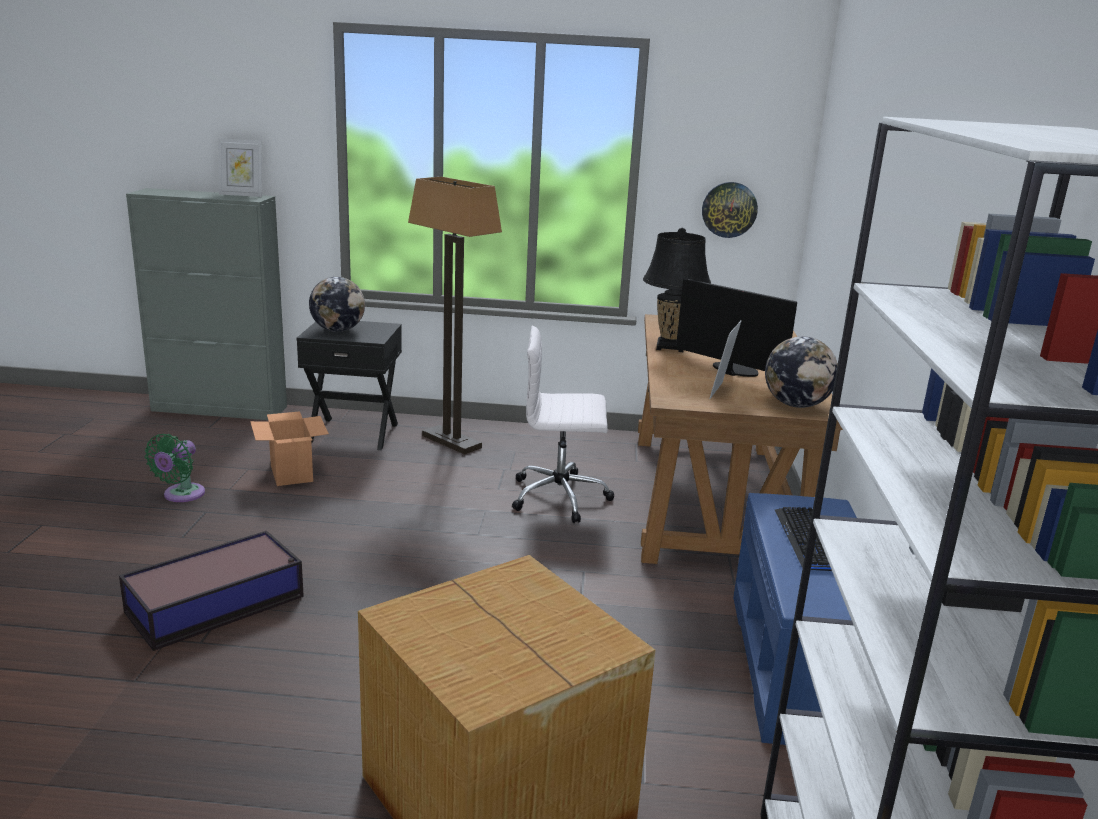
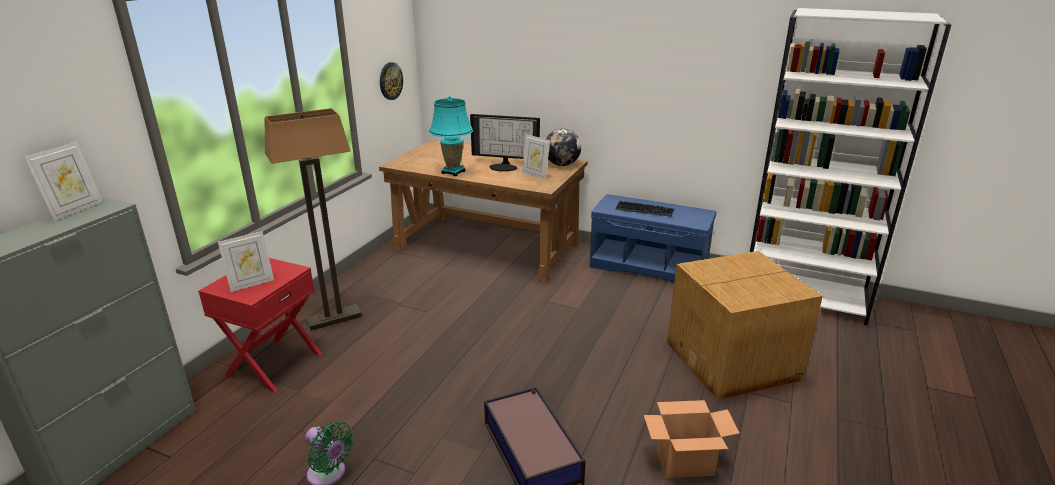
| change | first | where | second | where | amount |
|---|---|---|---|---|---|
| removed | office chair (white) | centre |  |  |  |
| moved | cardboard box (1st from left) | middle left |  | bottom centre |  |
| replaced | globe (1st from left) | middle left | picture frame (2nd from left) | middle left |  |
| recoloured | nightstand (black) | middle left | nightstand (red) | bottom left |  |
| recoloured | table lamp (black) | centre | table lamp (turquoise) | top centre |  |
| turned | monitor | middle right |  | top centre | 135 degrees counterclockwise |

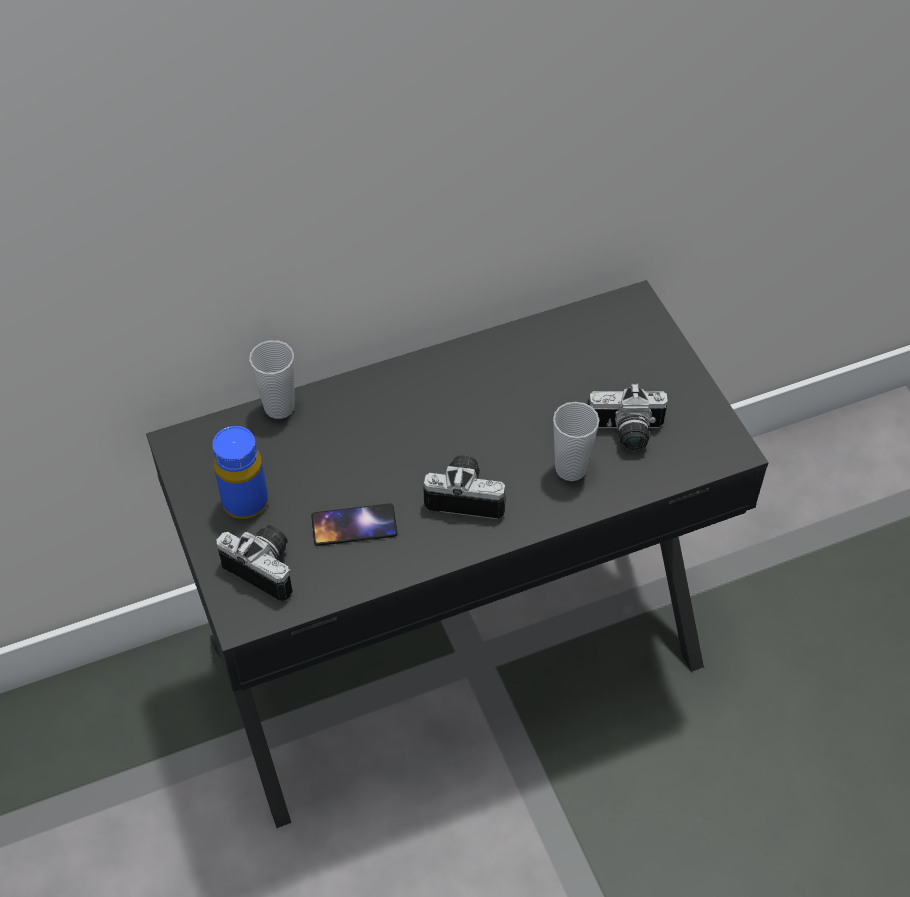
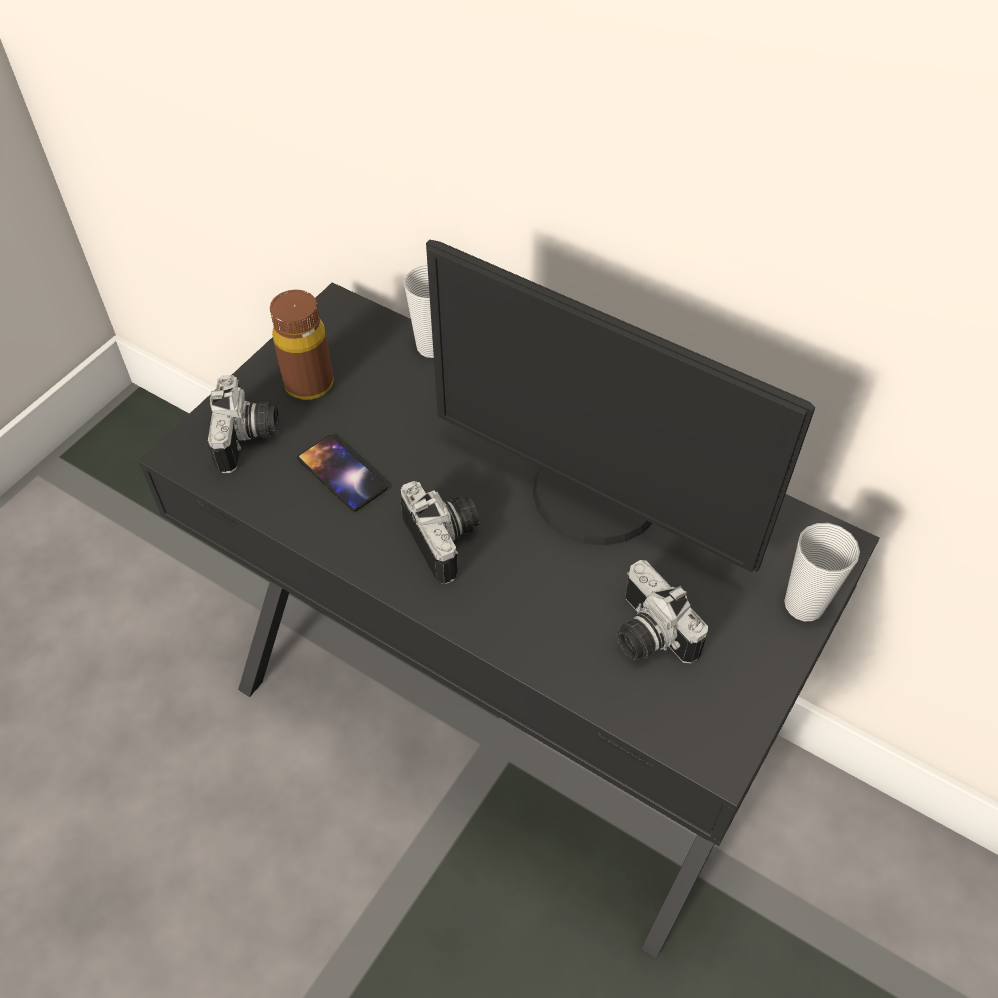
| change | first | where | second | where | amount |
|---|---|---|---|---|---|
| added |  |  | monitor | centre |  |
| moved | cup (2nd from left) | centre |  | middle right |  |
| recoloured | bottle (blue) | middle left | bottle (brown) | middle left |  |

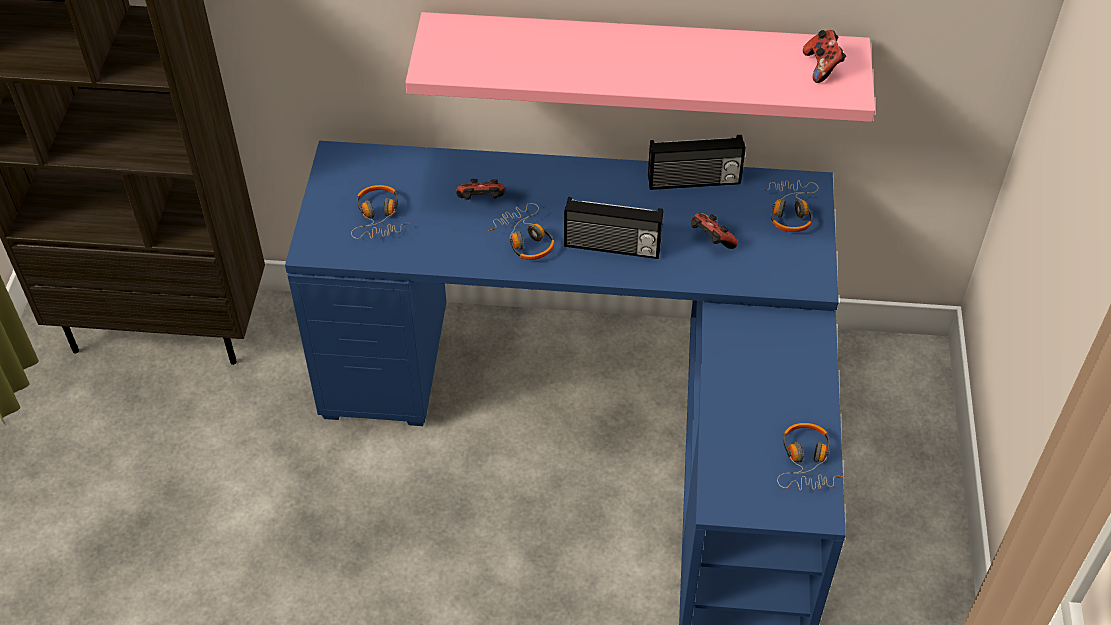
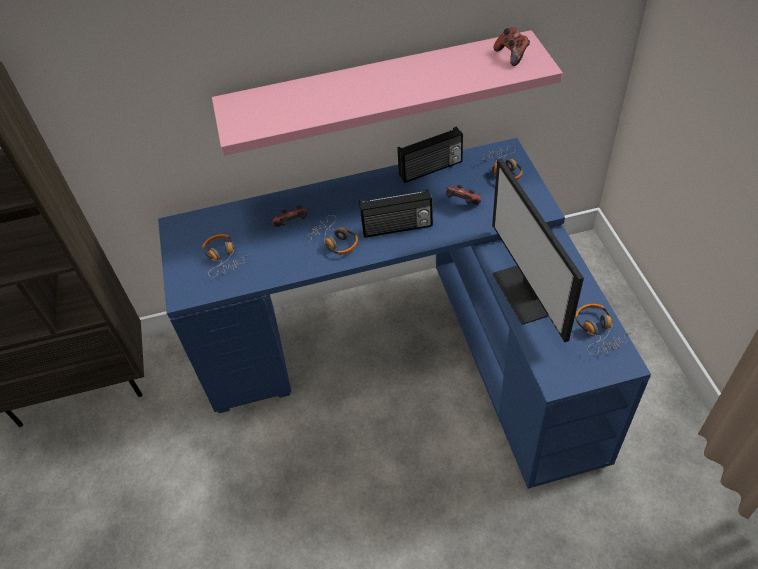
| change | first | where | second | where | amount |
|---|---|---|---|---|---|
| added |  |  | monitor | middle right |  |

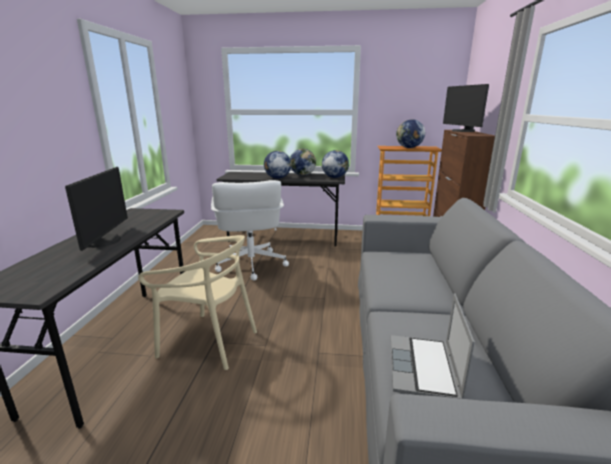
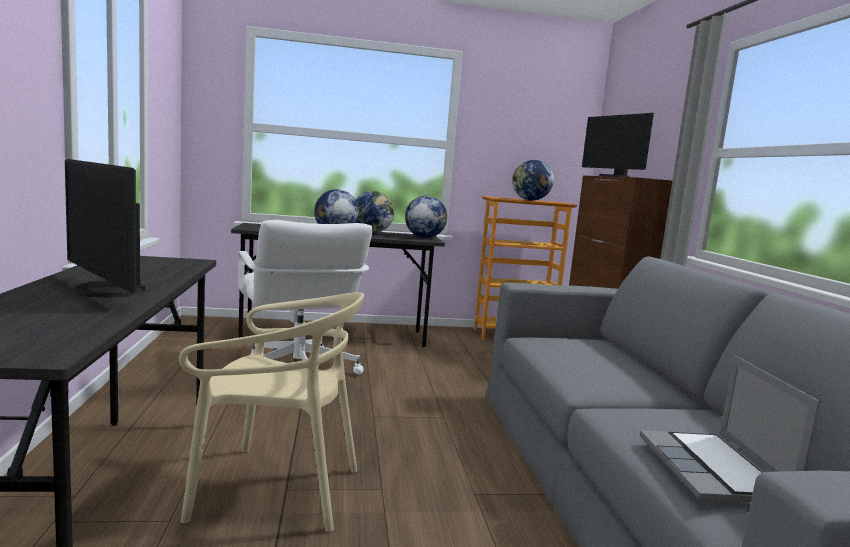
| change | first | where | second | where | amount |
|---|---|---|---|---|---|
| turned | monitor (1st from left) | middle left |  | middle left | 150 degrees clockwise |

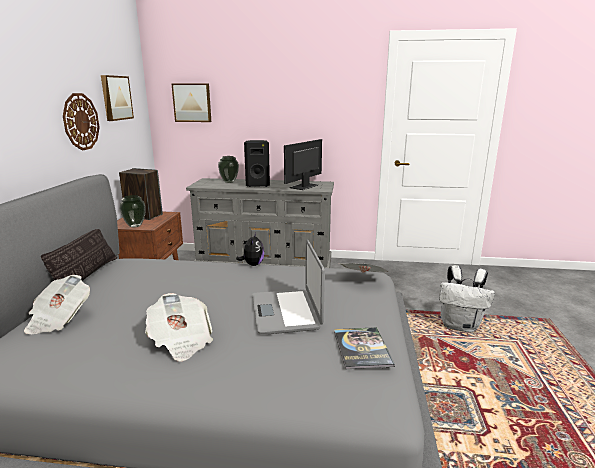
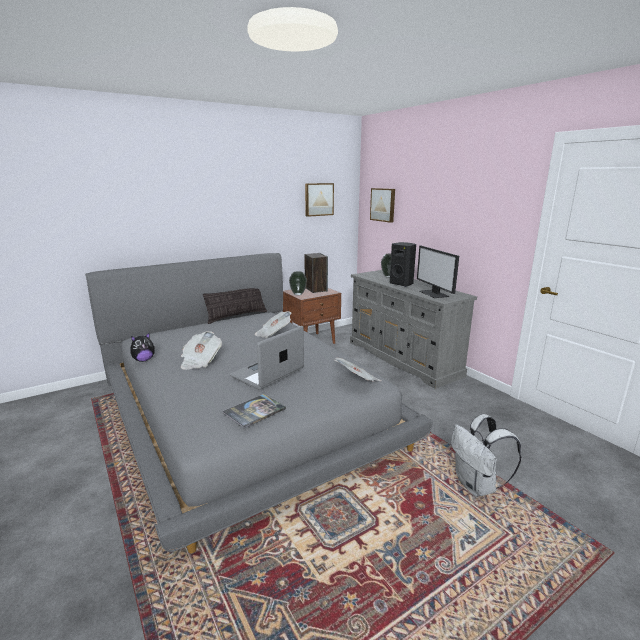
| change | first | where | second | where | amount |
|---|---|---|---|---|---|
| removed | wall clock | top left |  |  |  |
| moved | newspaper (1st from left in the first image) | middle left | newspaper (2nd from left) | centre |  |
| moved | plush toy | centre |  | middle left |  |
| turned | monitor | centre |  | middle right | 105 degrees counterclockwise |

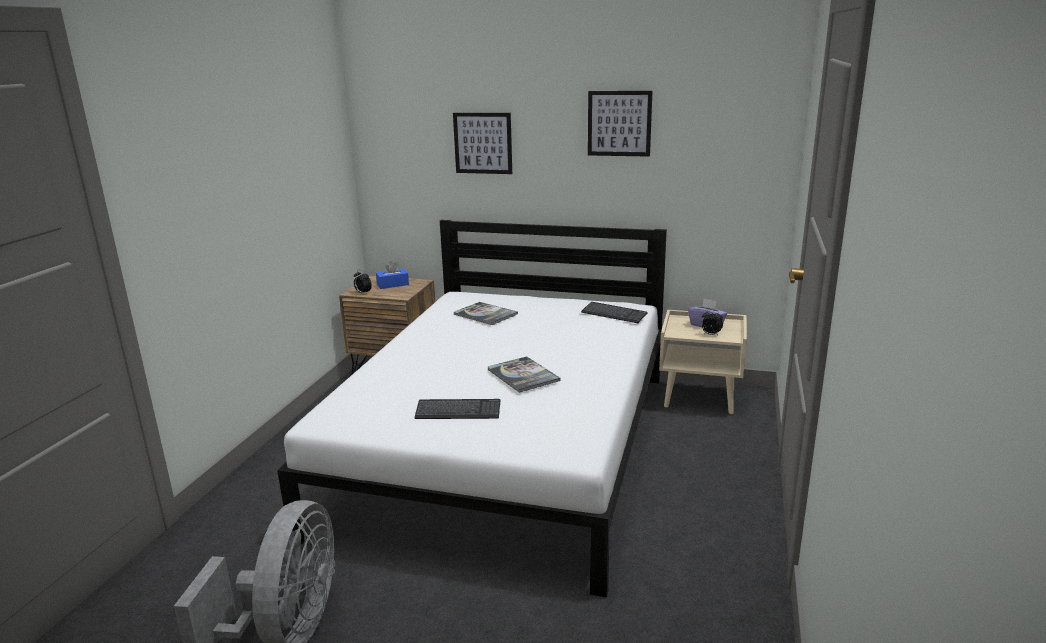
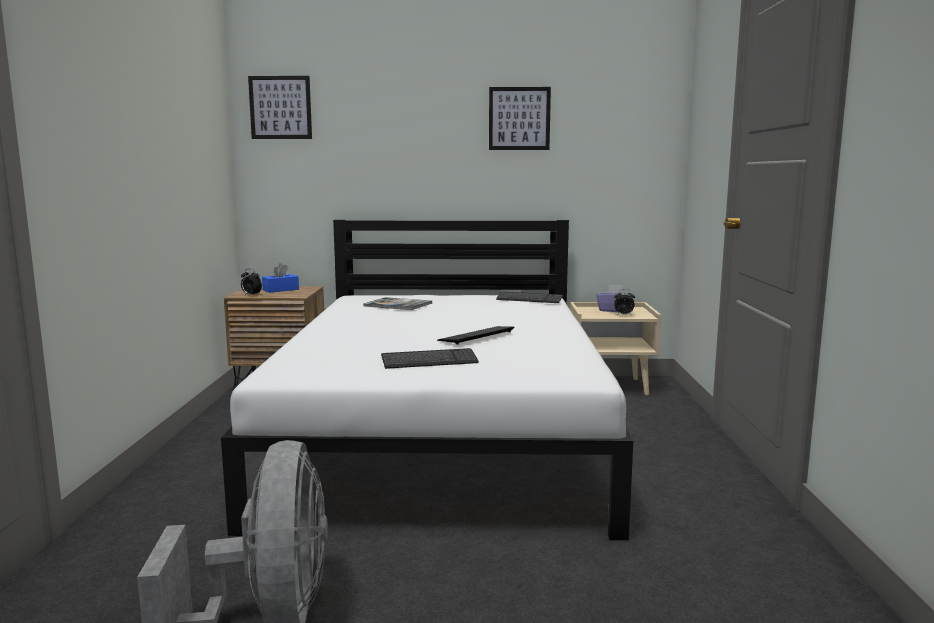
| change | first | where | second | where | amount |
|---|---|---|---|---|---|
| moved | picture (1st from left) | top centre |  | top left |  |
| replaced | book (2nd from left) | centre | keyboard (2nd from left) | centre |  |

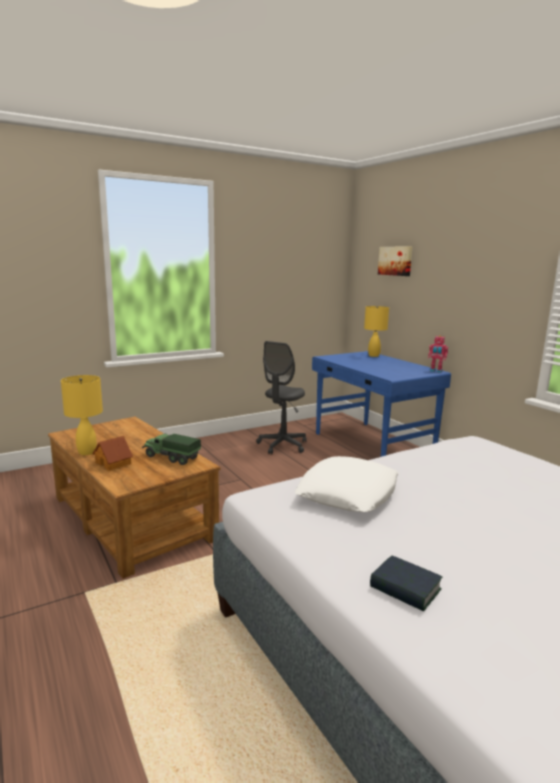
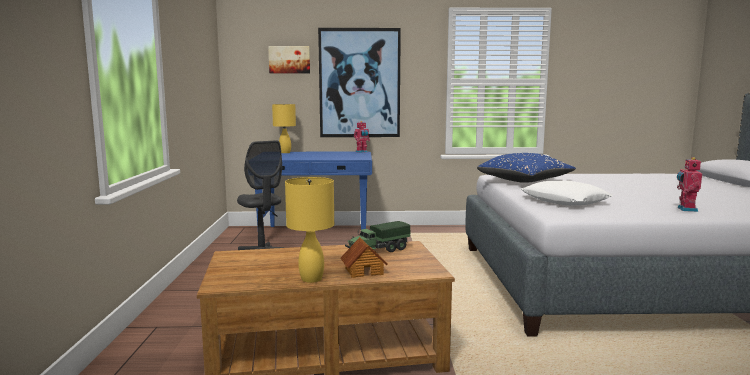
| change | first | where | second | where | amount |
|---|---|---|---|---|---|
| added |  |  | picture (2nd from left) | top centre |  |
| added |  |  | pillow (blue) | middle right |  |
| replaced | book | bottom right | toy robot (2nd from left) | middle right |  |

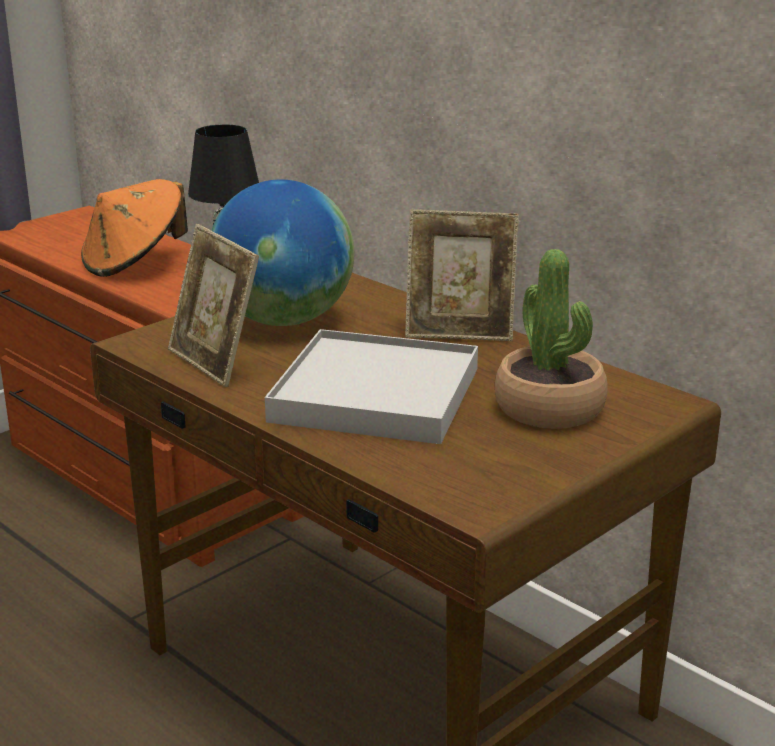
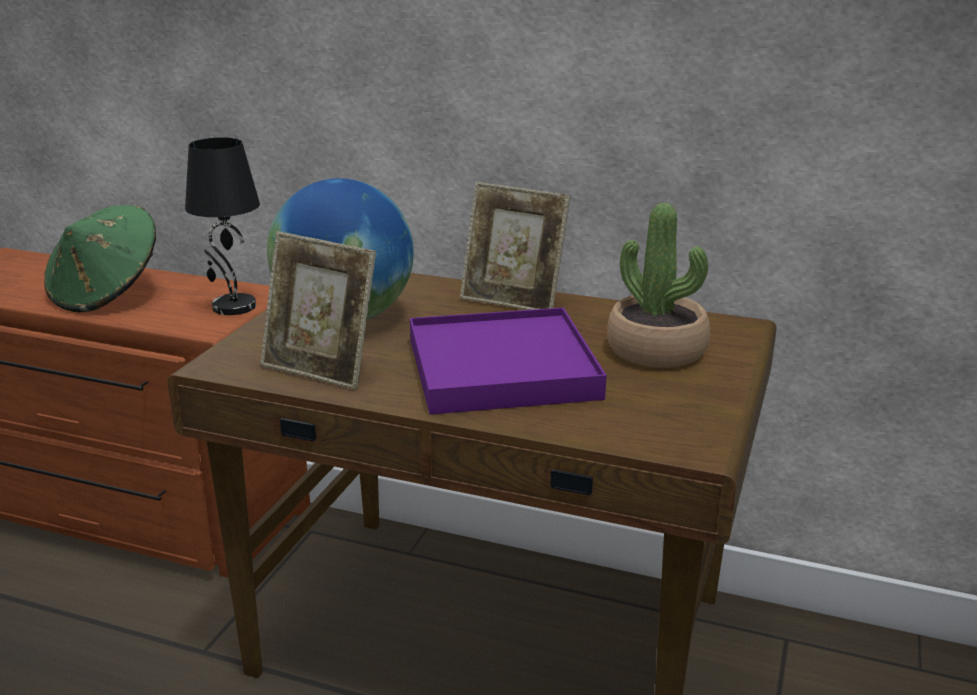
| change | first | where | second | where | amount |
|---|---|---|---|---|---|
| recoloured | hat (orange) | top left | hat (green) | middle left |  |
| recoloured | tray (white) | centre | tray (purple) | centre |  |
| turned | picture frame (2nd from left) | centre |  | centre | 45 degrees clockwise |

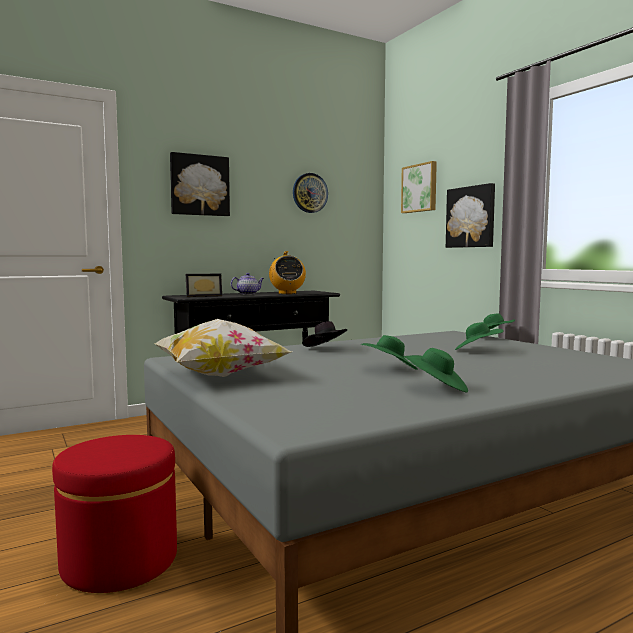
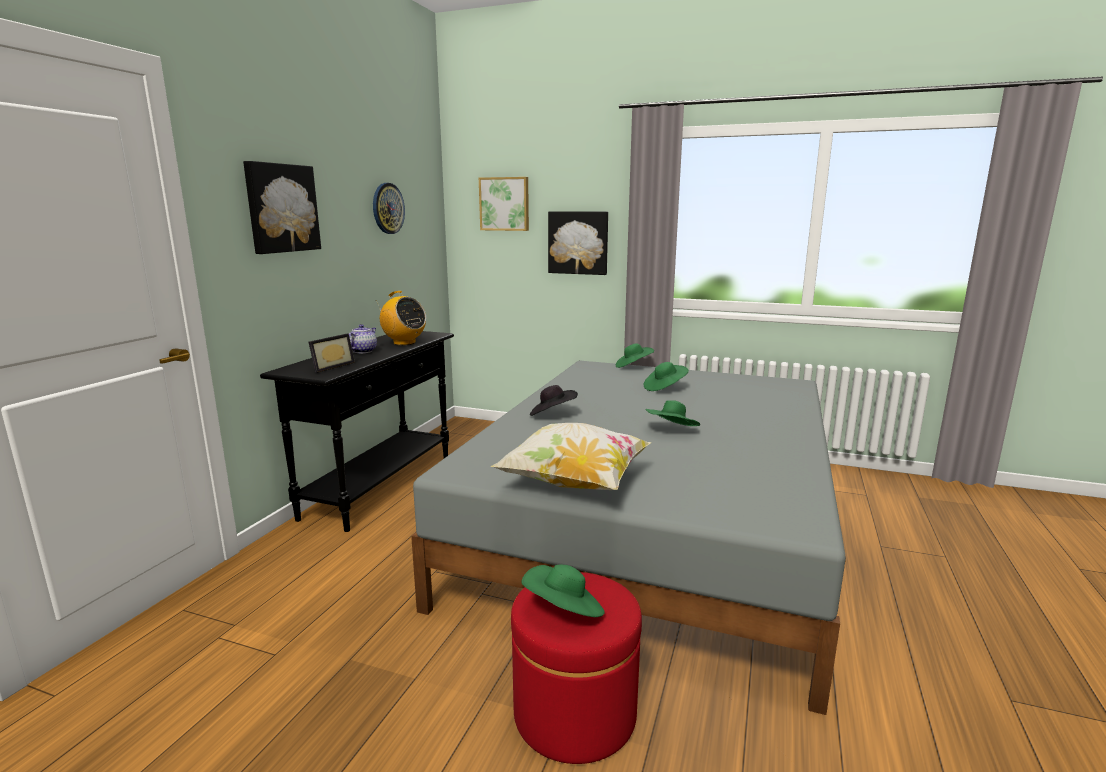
| change | first | where | second | where | amount |
|---|---|---|---|---|---|
| moved | hat (green) (2nd from left in the first image) | middle right | hat (green) (1st from left) | bottom centre |  |

